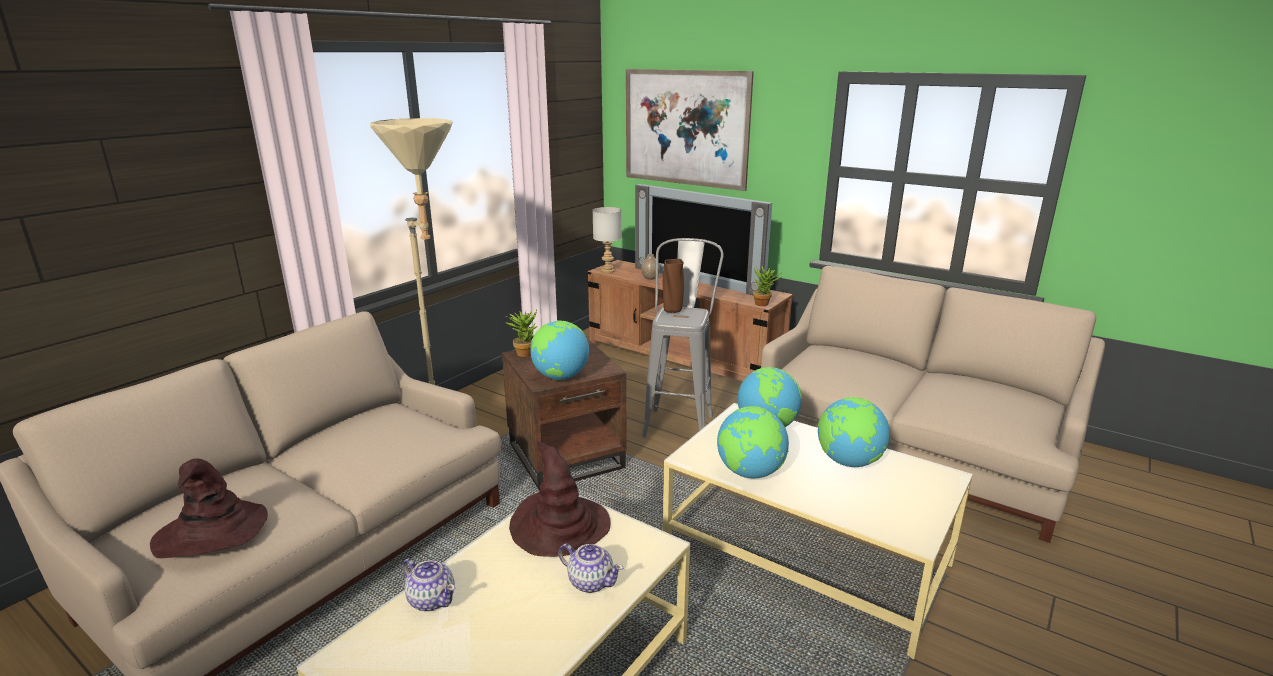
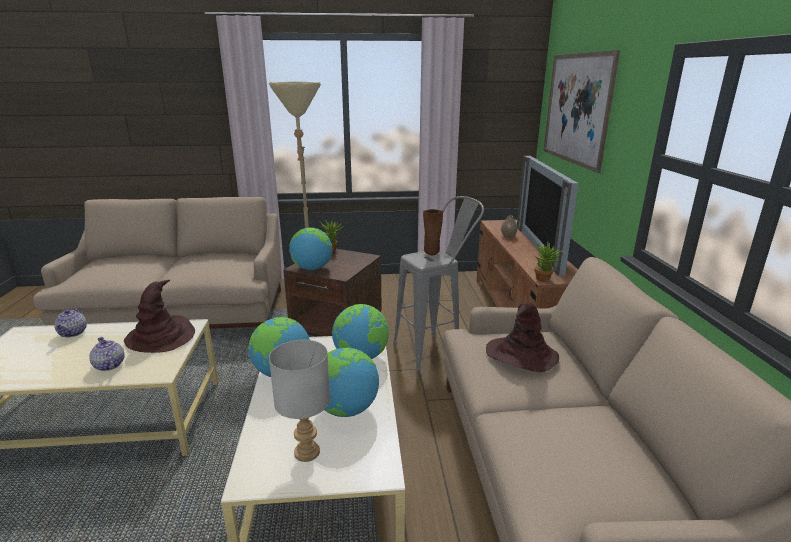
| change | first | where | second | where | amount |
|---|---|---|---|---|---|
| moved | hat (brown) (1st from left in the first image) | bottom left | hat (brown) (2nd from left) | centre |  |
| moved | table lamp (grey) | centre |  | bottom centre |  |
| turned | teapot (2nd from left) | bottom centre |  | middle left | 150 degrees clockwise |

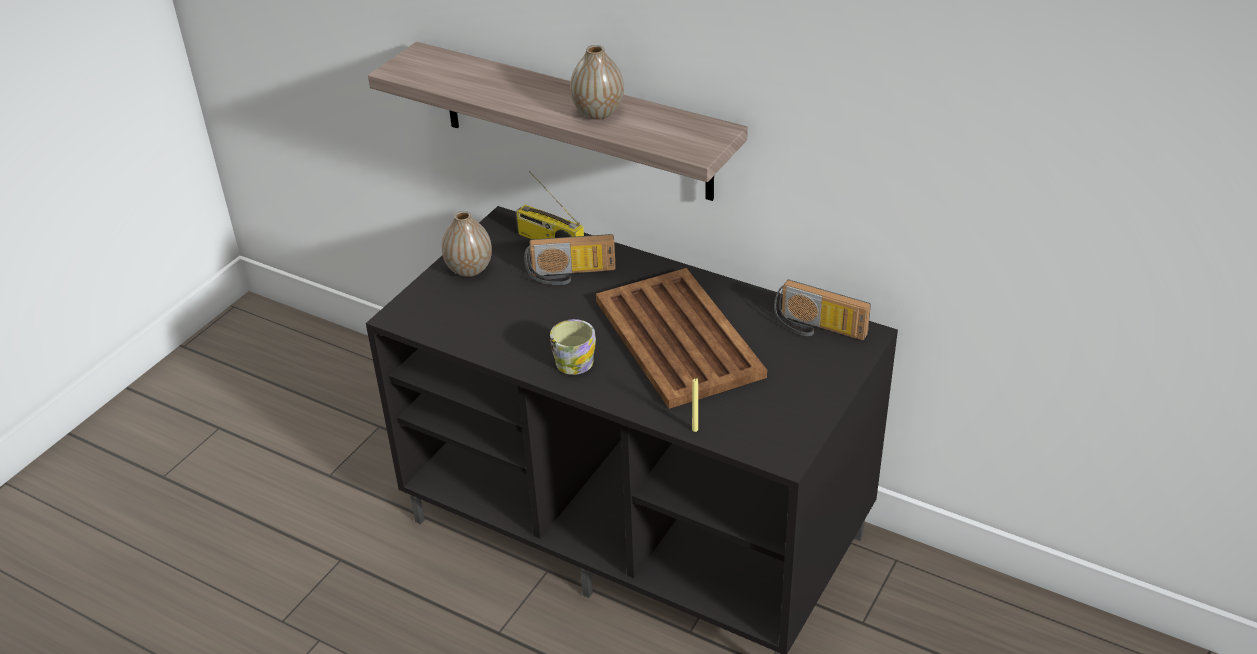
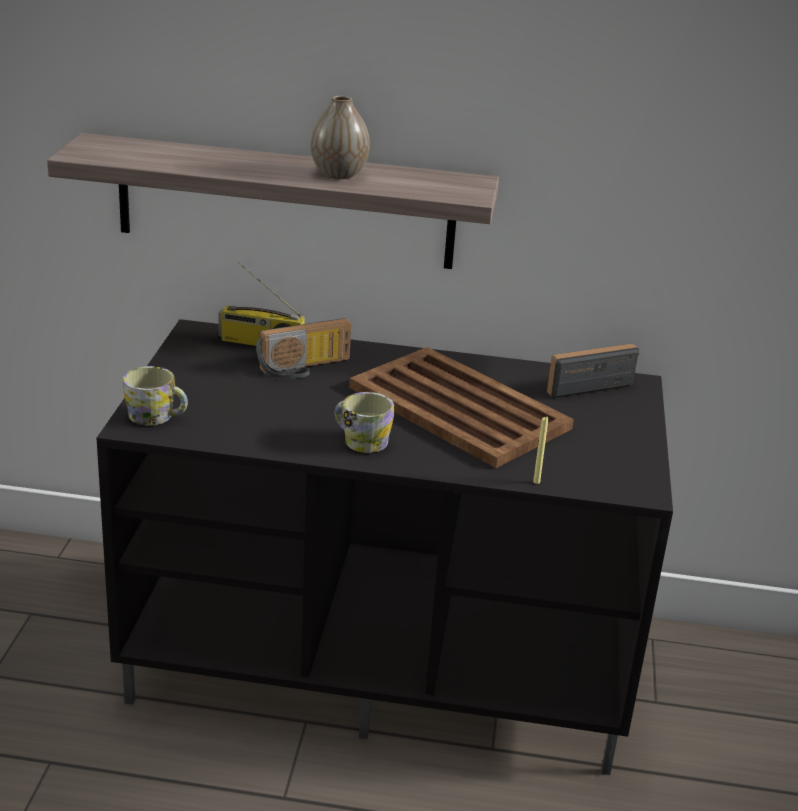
| change | first | where | second | where | amount |
|---|---|---|---|---|---|
| removed | vase (1st from left) | centre |  |  |  |
| added |  |  | mug (1st from left) | middle left |  |
| turned | radio (3rd from left) | centre |  | middle right | 150 degrees clockwise |

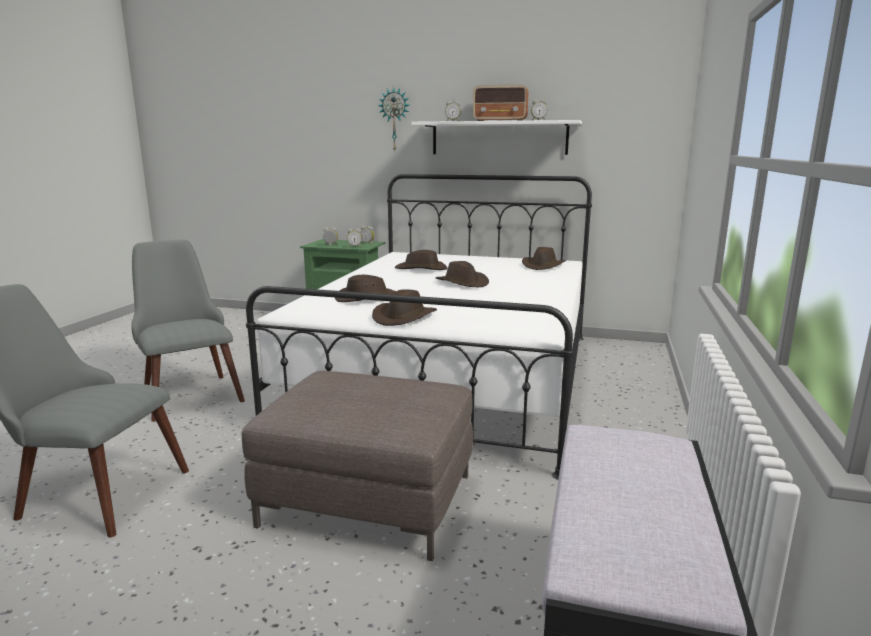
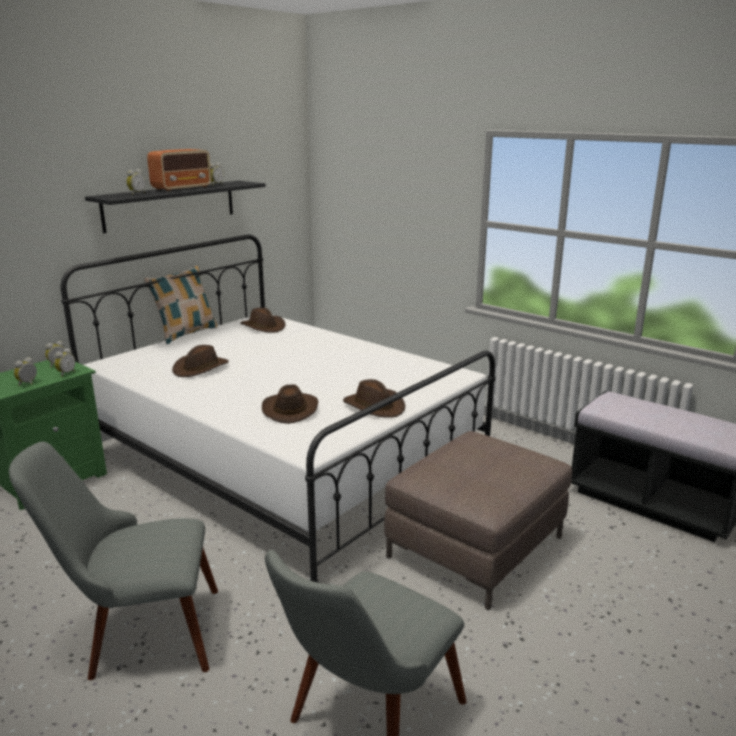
| change | first | where | second | where | amount |
|---|---|---|---|---|---|
| removed | wall clock | top centre |  |  |  |
| removed | hat (brown) (4th from left) | centre |  |  |  |
| added |  |  | pillow | middle left |  |
| recoloured | shelf (white) | top centre | shelf (black) | top left |  |

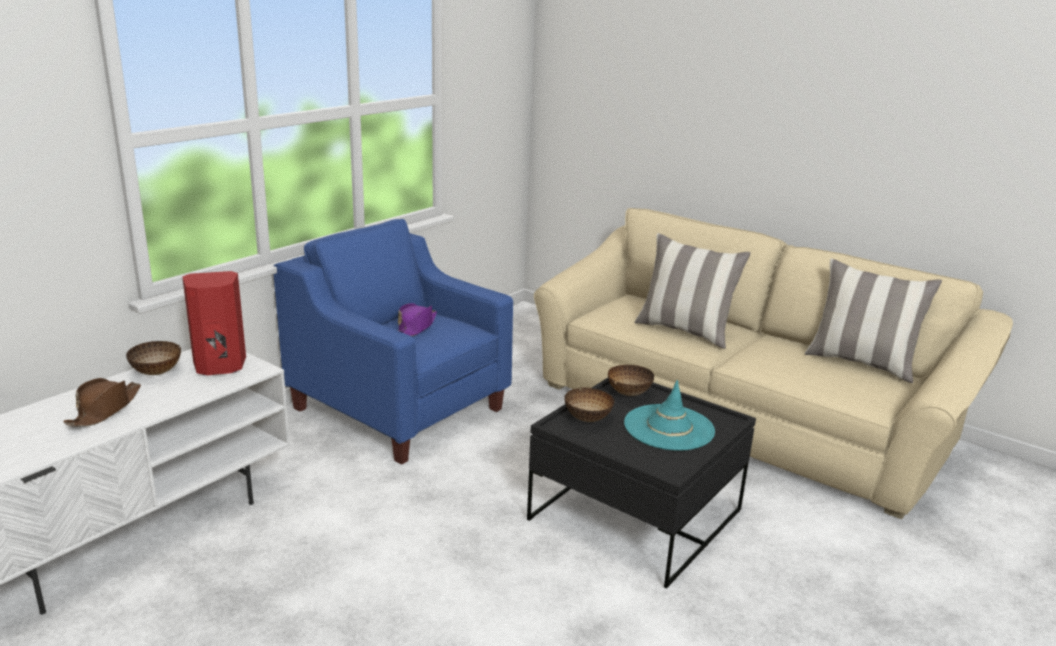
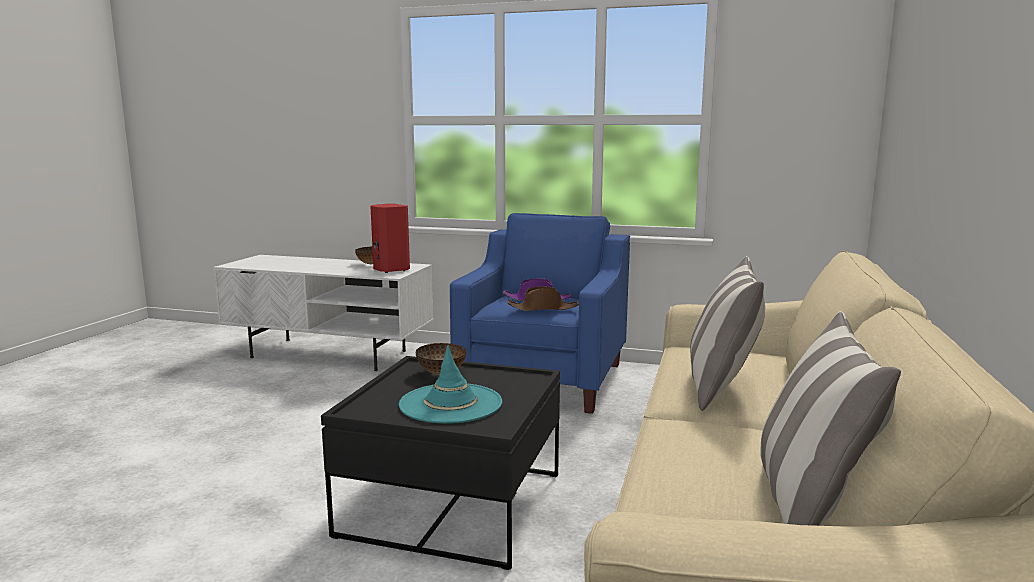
| change | first | where | second | where | amount |
|---|---|---|---|---|---|
| removed | bowl (3rd from left) | centre |  |  |  |
| moved | hat (brown) | middle left |  | centre |  |

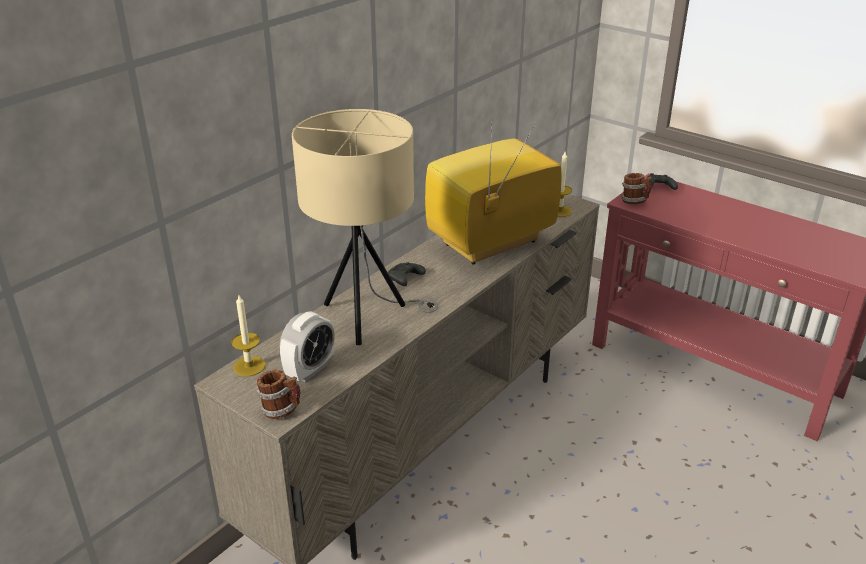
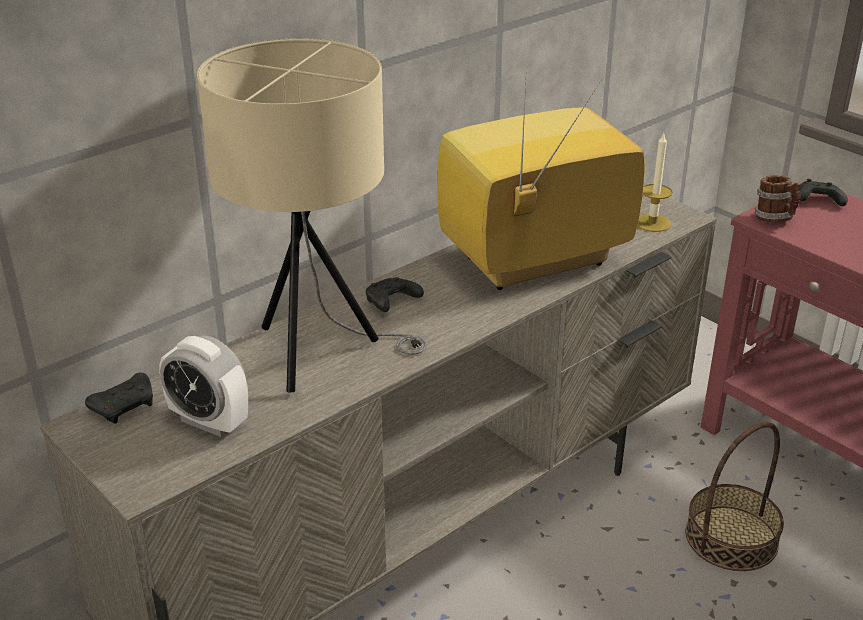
| change | first | where | second | where | amount |
|---|---|---|---|---|---|
| removed | mug (1st from left) | bottom left |  |  |  |
| added |  |  | basket | bottom right |  |
| replaced | candle (1st from left) | middle left | game controller (black) (1st from left) | middle left |  |
| turned | alarm clock | centre |  | middle left | 75 degrees clockwise |

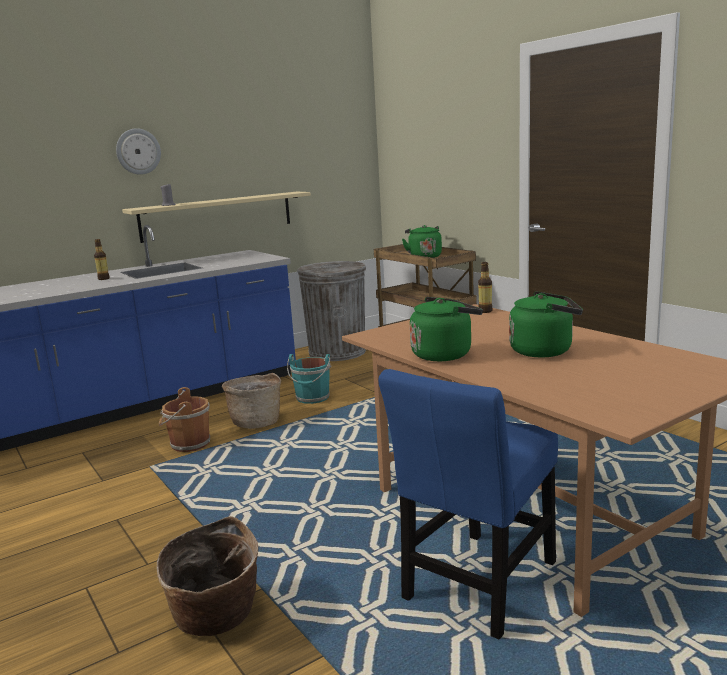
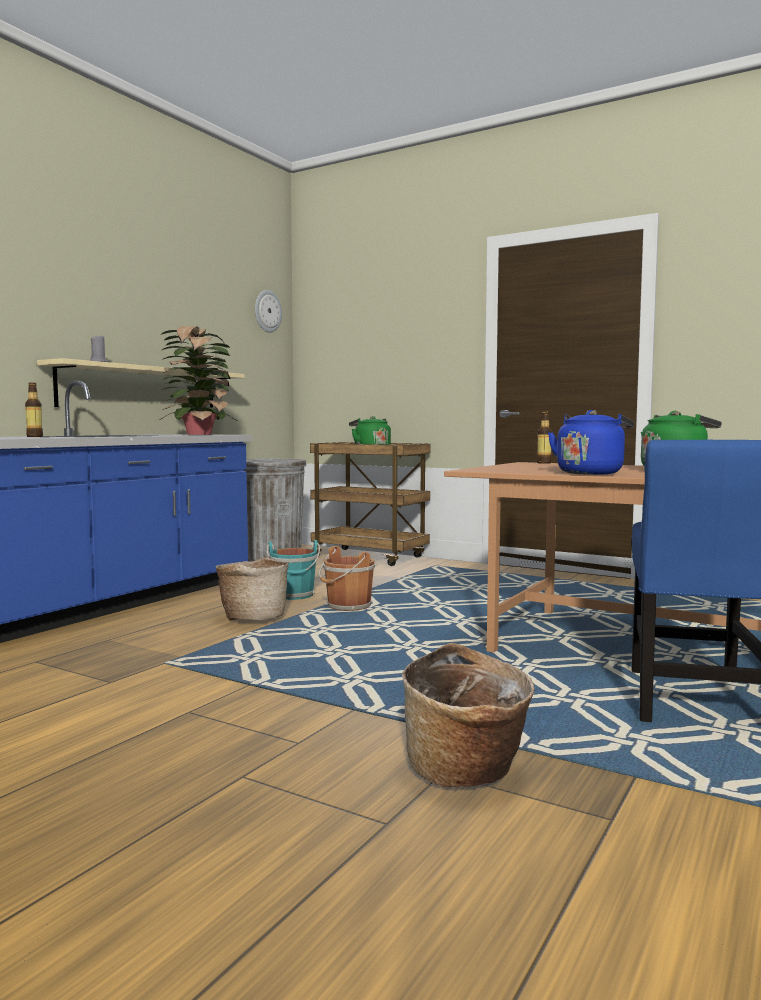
| change | first | where | second | where | amount |
|---|---|---|---|---|---|
| added |  |  | potted plant | middle left |  |
| moved | wall clock | top left |  | top centre |  |
| moved | bucket (brown) | middle left |  | centre |  |
| recoloured | kettle (green) (2nd from left) | centre | kettle (blue) | middle right |  |

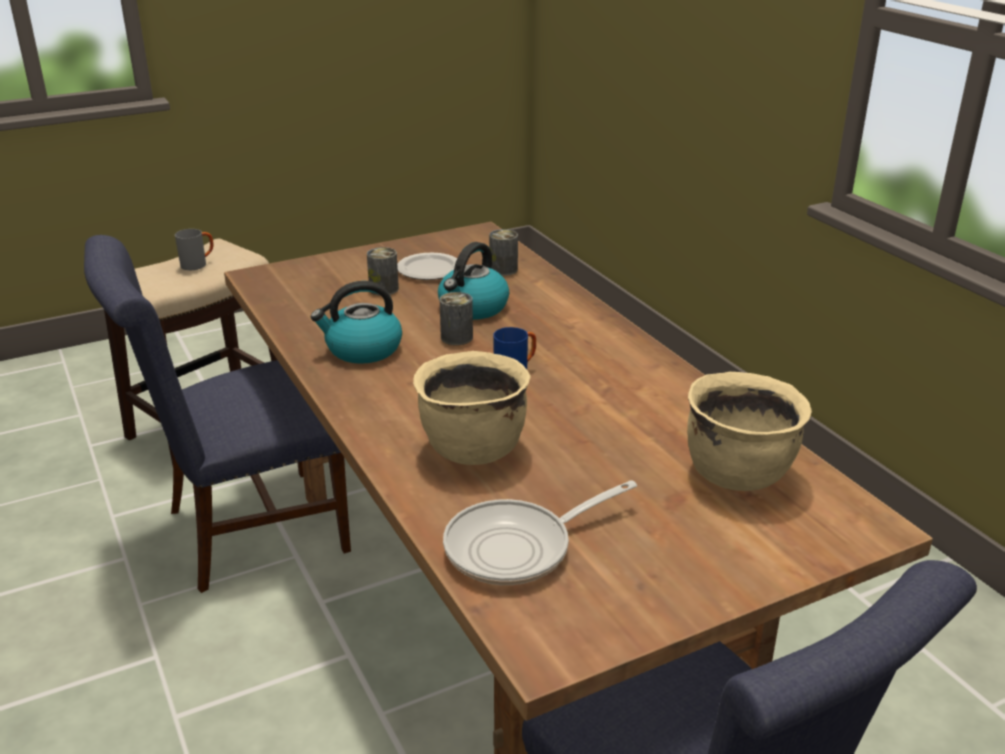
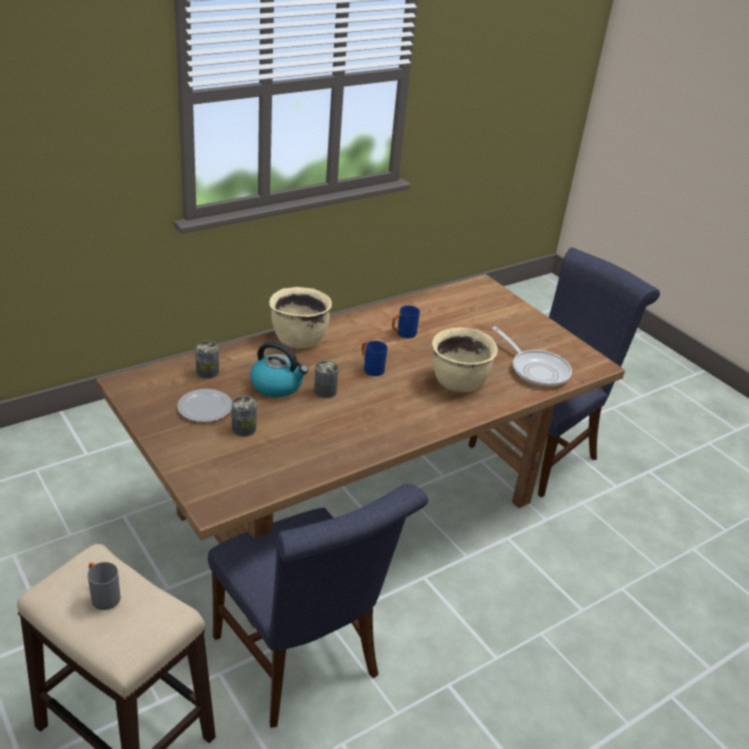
| change | first | where | second | where | amount |
|---|---|---|---|---|---|
| removed | kettle (1st from left) | centre |  |  |  |
| added |  |  | mug (blue) (2nd from left) | centre |  |
| moved | cooking pot (beige) (2nd from left in the first image) | middle right | cooking pot (beige) (1st from left) | centre |  |

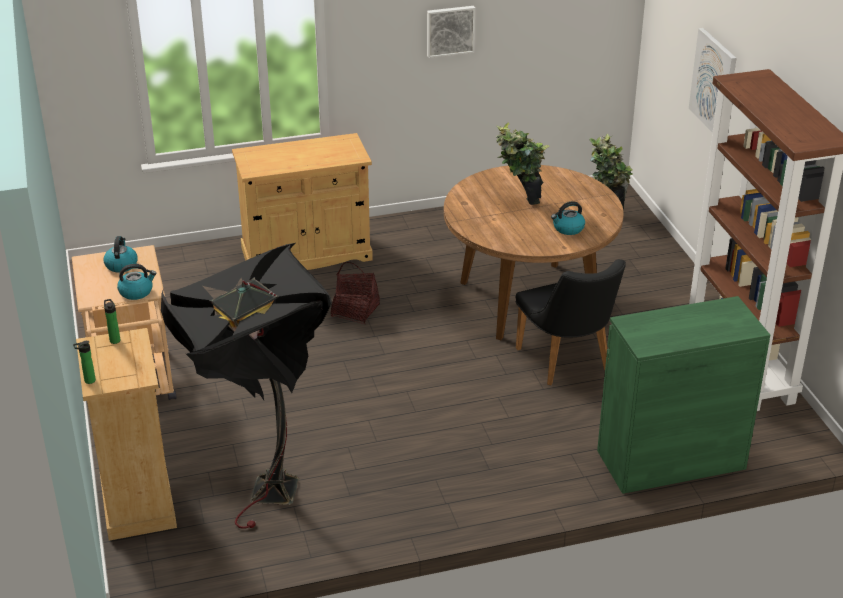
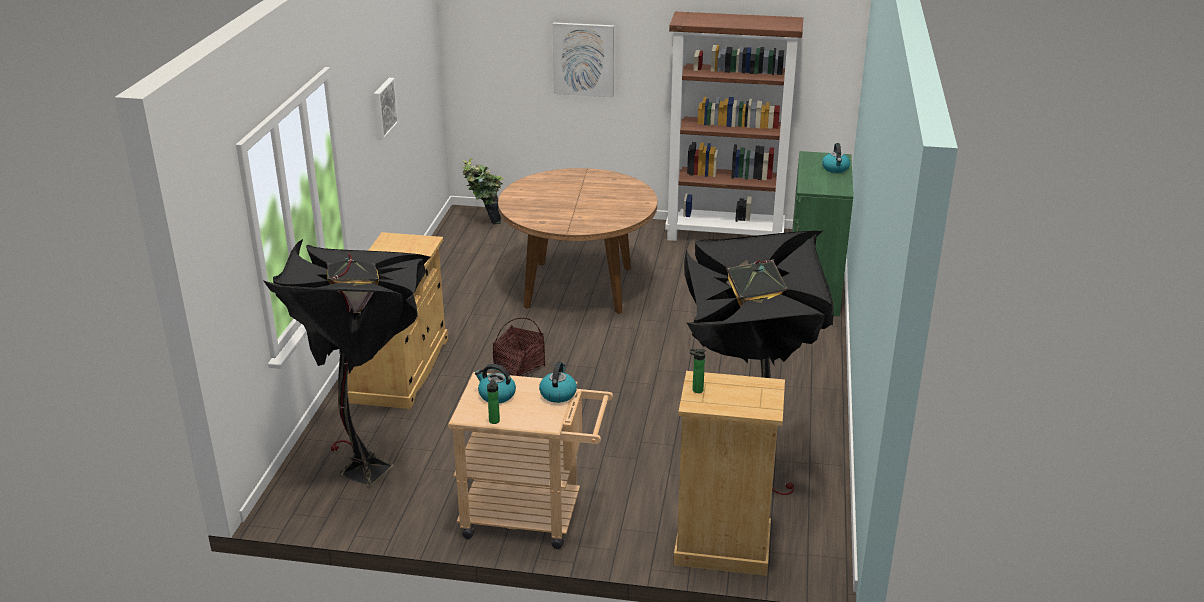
| change | first | where | second | where | amount |
|---|---|---|---|---|---|
| removed | potted plant (1st from left) | top centre |  |  |  |
| removed | chair (black) | middle right |  |  |  |
| added |  |  | floor lamp (black) (1st from left) | middle left |  |
| moved | bottle (1st from left) | middle left |  | centre |  |
| moved | kettle (3rd from left) | middle right |  | top right |  |

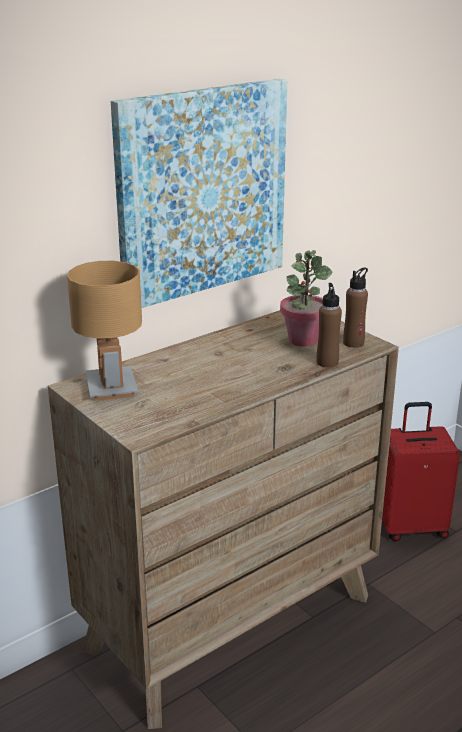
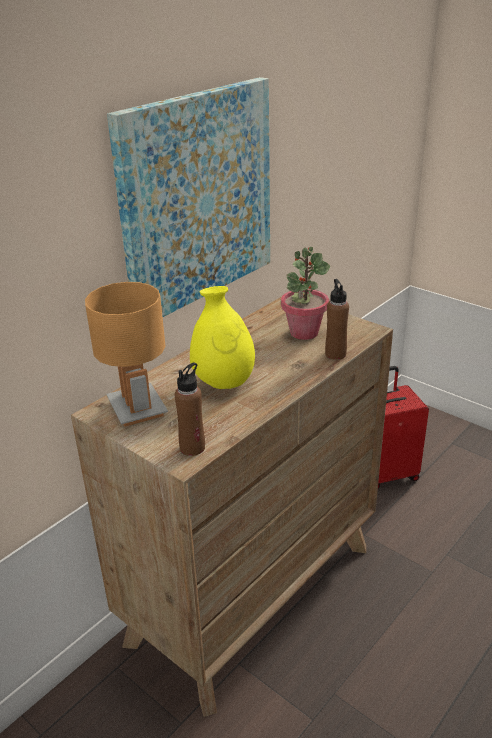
| change | first | where | second | where | amount |
|---|---|---|---|---|---|
| added |  |  | vase (yellow) | centre |  |
| moved | bottle (brown) (2nd from left in the first image) | middle right | bottle (brown) (1st from left) | centre |  |

